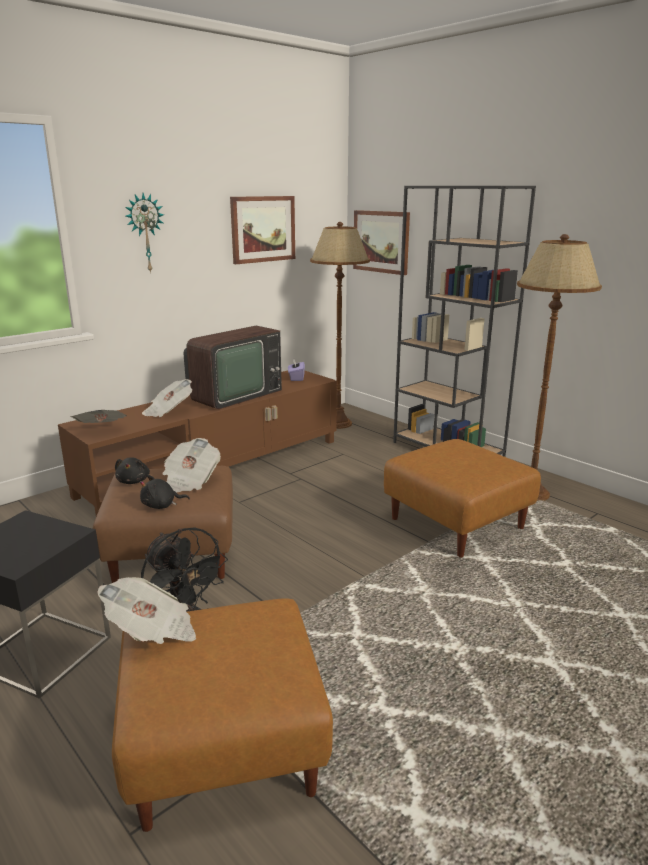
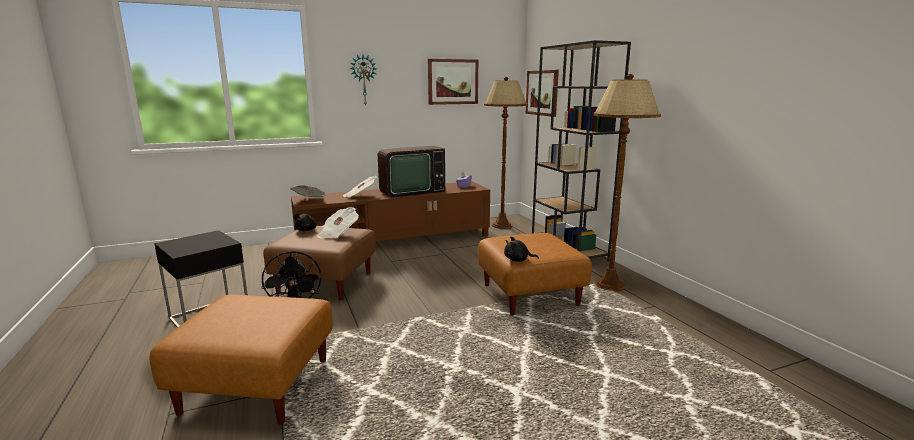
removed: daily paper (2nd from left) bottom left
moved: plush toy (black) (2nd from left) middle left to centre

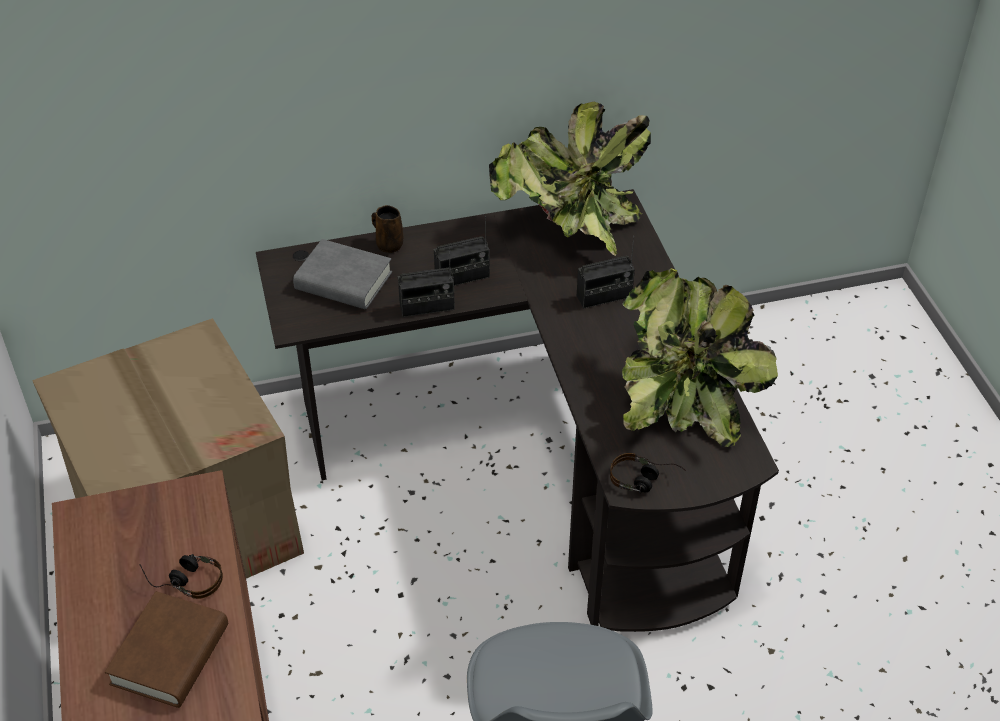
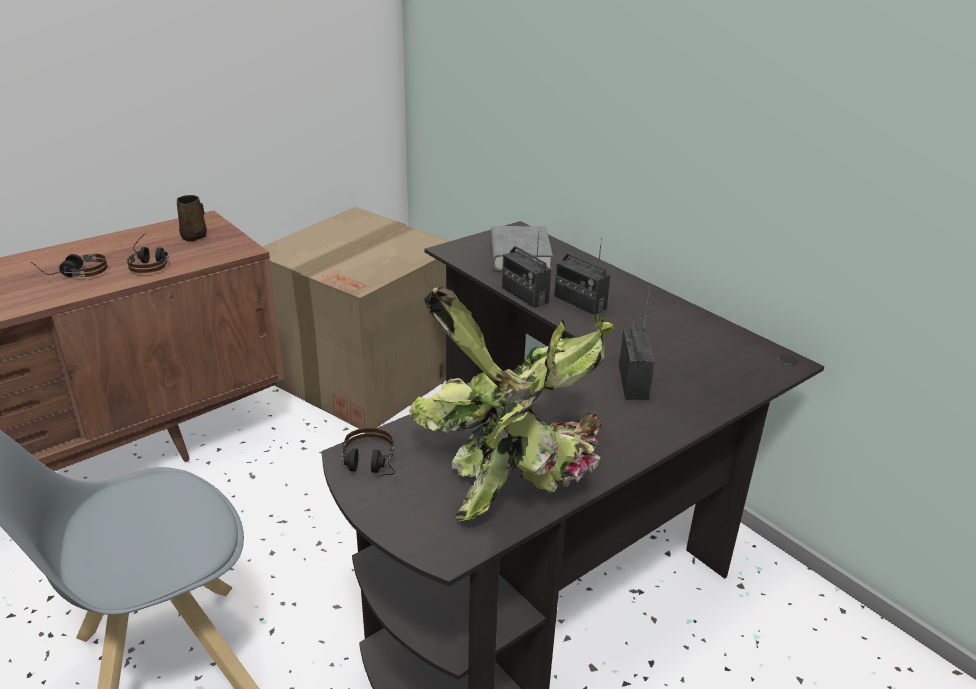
removed: plant in a pot (1st from left) top centre
moved: coffee mug (brownish) top centre to top left
replaced: volume (brownish) bottom left to headphones (1st from left) middle left
turned: radio receiver (3rd from left) centre = centre 135 degrees counterclockwise

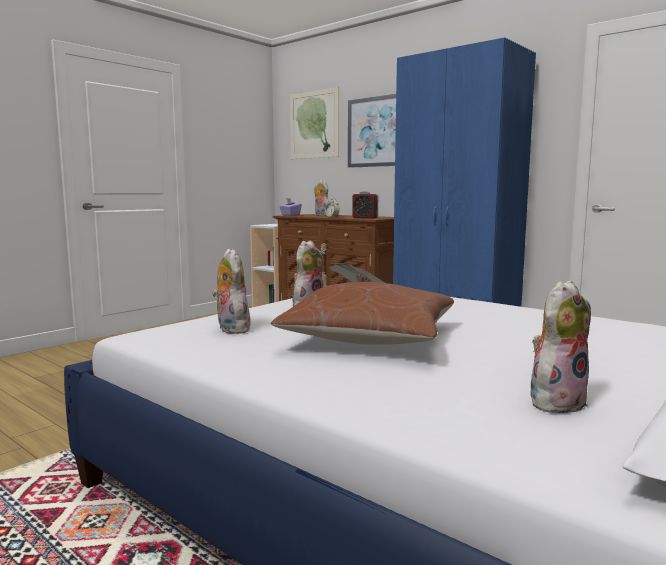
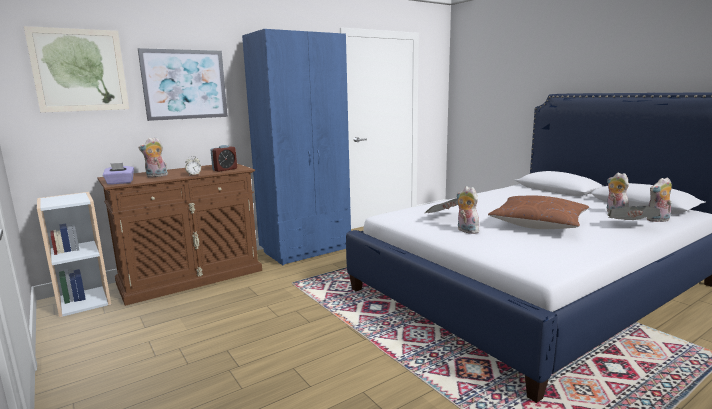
added: daily paper (2nd from left) middle right
moved: plush toy (1st from left in the first image) centre to plush toy (4th from left) middle right

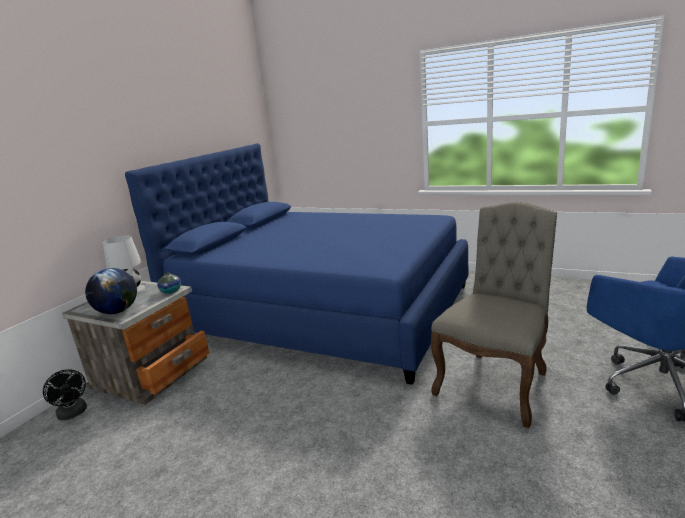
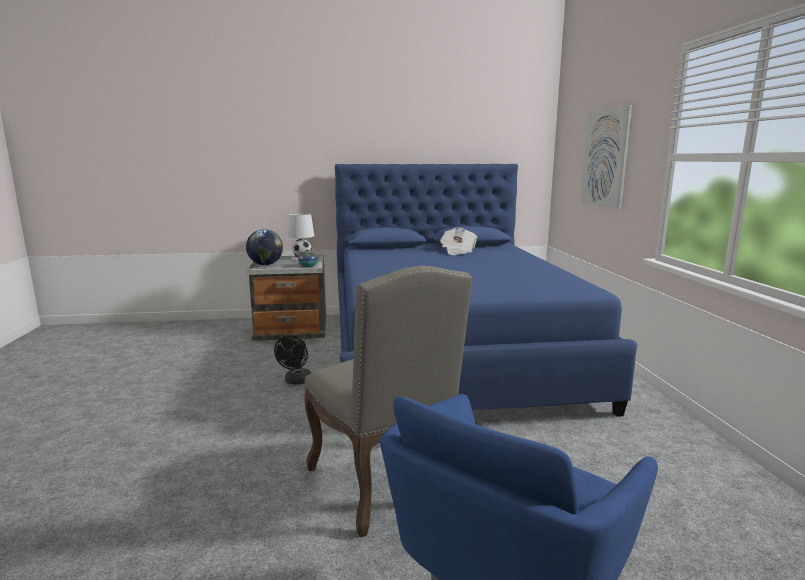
added: daily paper centre; picture top right
moved: cooling fan (black) bottom left to centre
turned: plain chair (gray) middle right = bottom centre 60 degrees clockwise

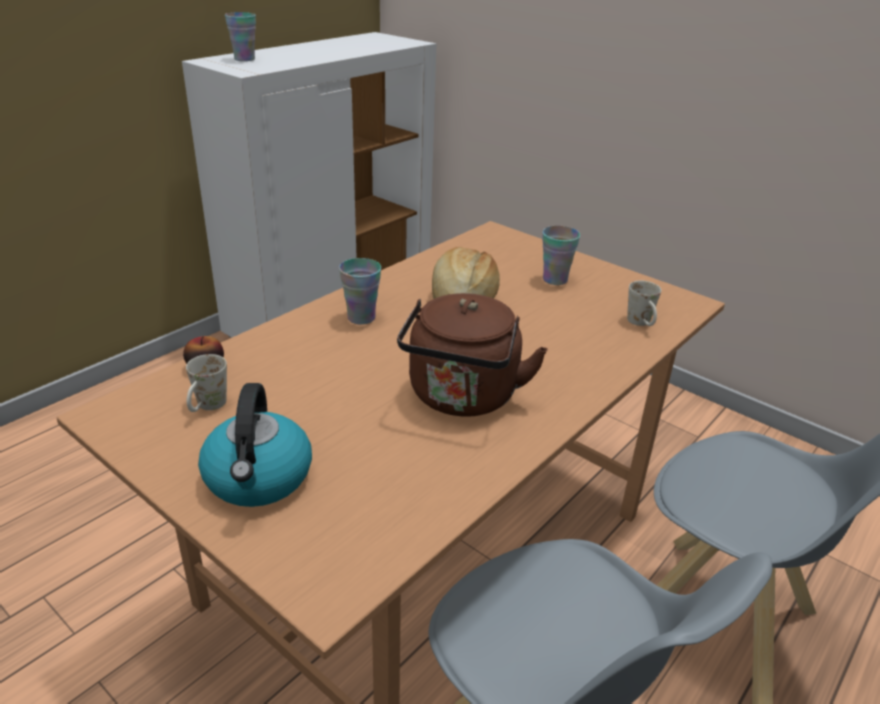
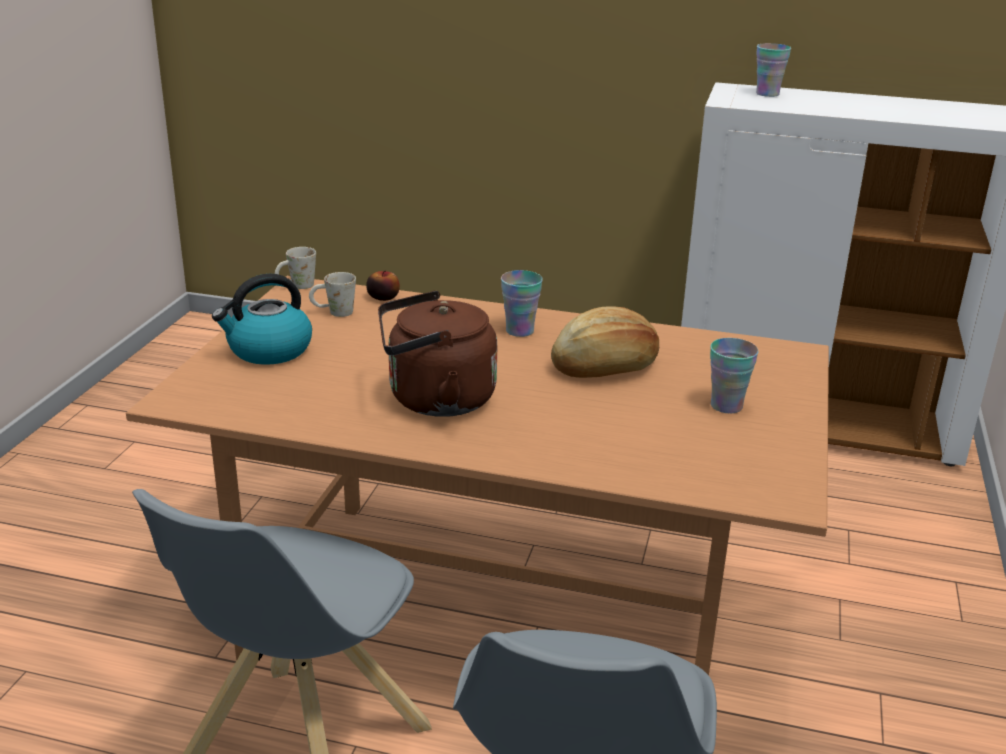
moved: coffee mug (white-coloured) (2nd from left in the first image) middle right to coffee mug (white-coloured) (1st from left) middle left

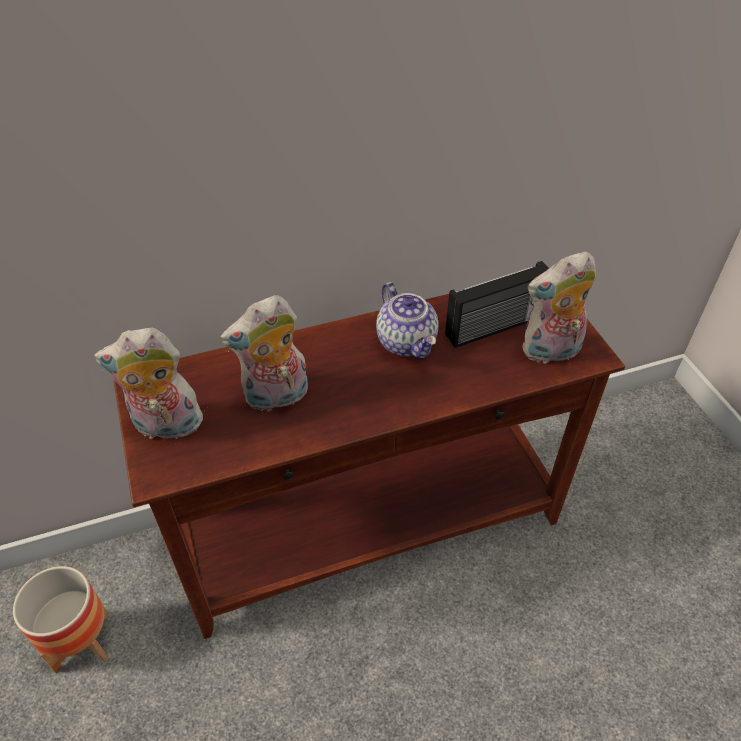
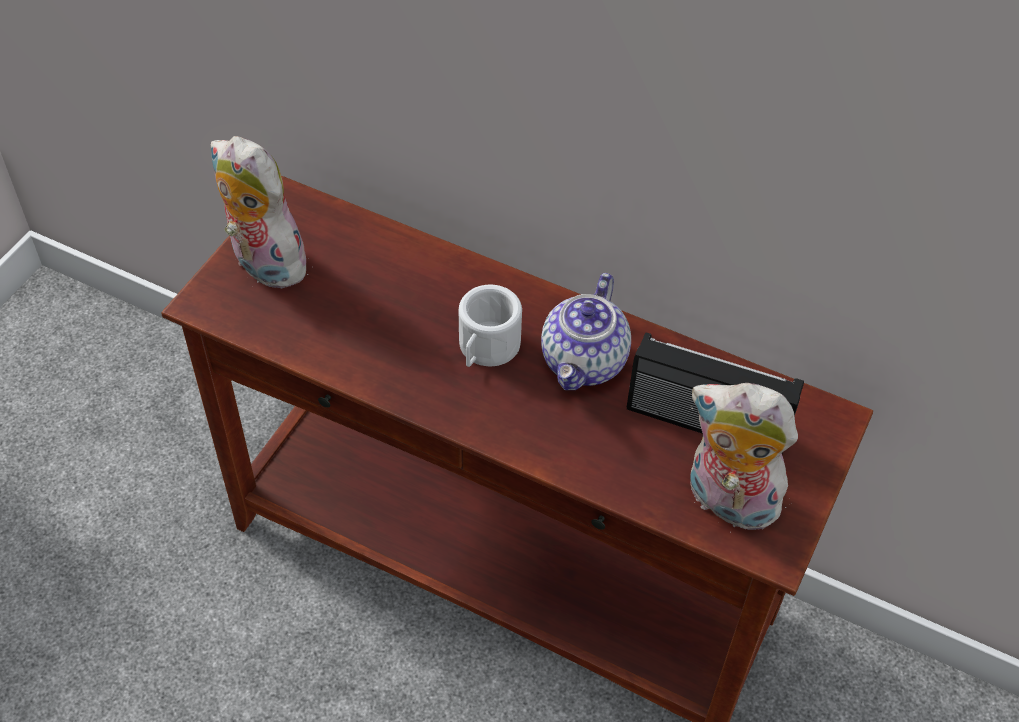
removed: plant pot bottom left; plush toy (2nd from left) centre
added: coffee mug (white-coloured) centre

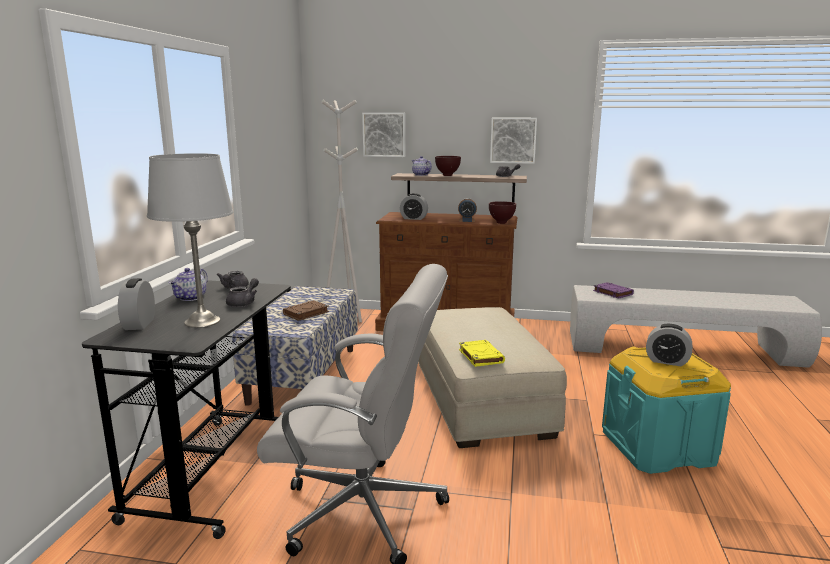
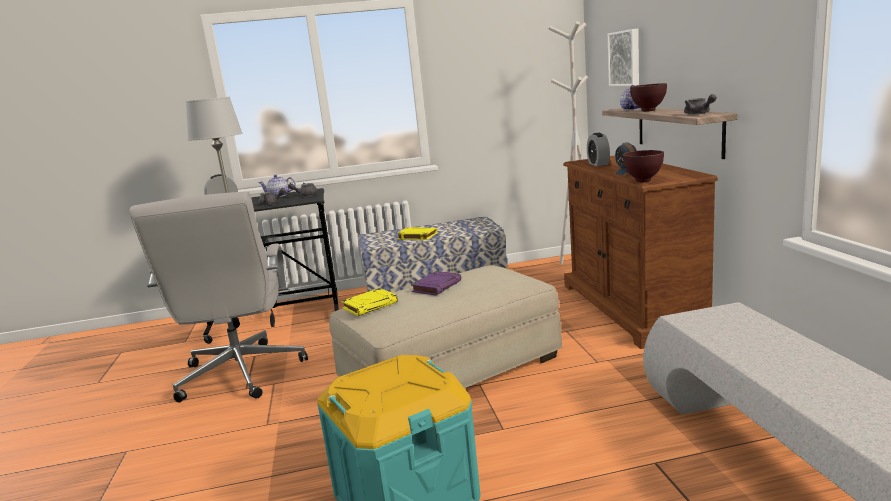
removed: picture (2nd from left) top centre; alarm clock (4th from left) middle right
moved: volume (purple-coloured) middle right to centre
recoloured: volume (brownish) centre to volume (yellow-coloured) (2nd from left) centre

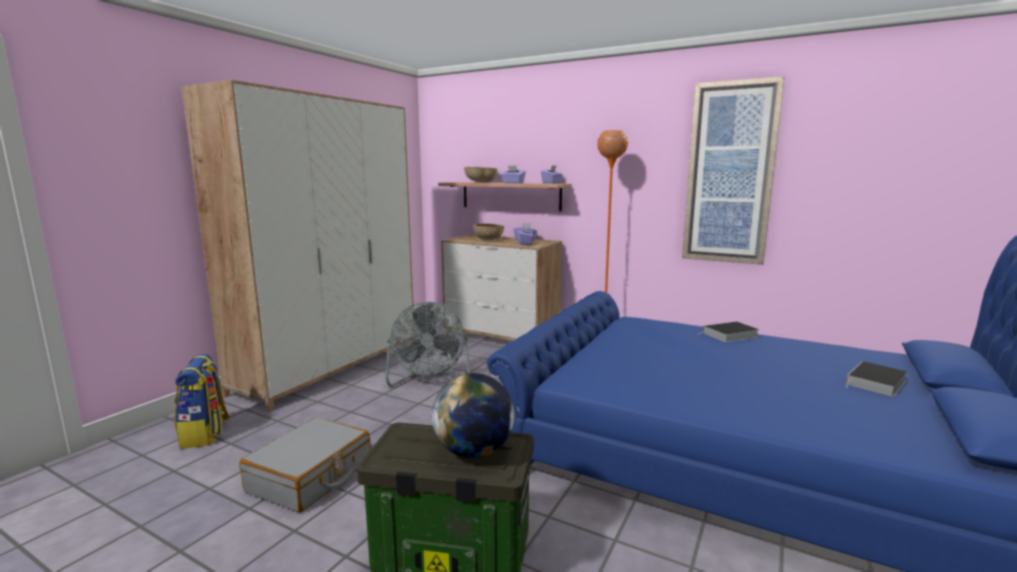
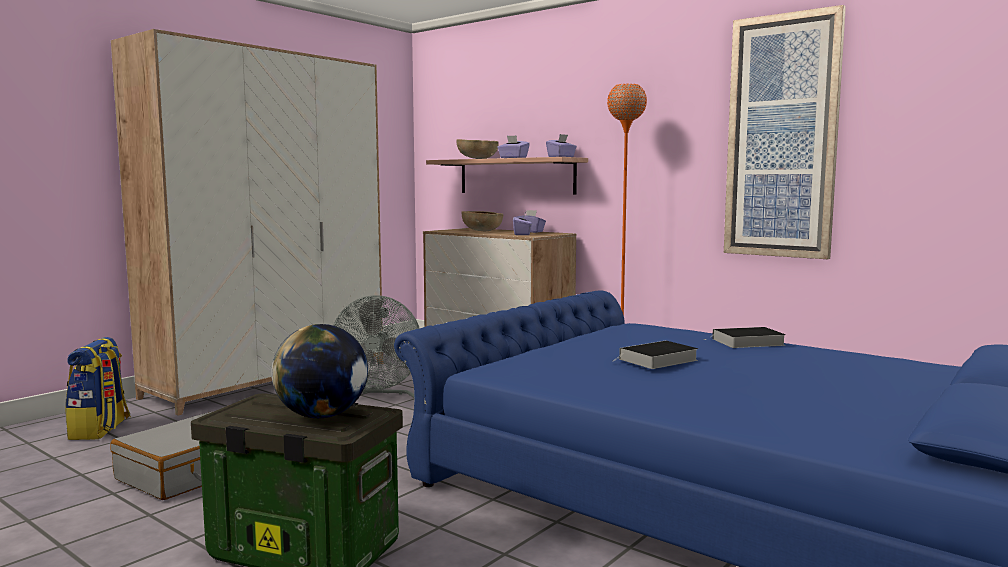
moved: volume (2nd from left in the first image) middle right to volume (1st from left) centre

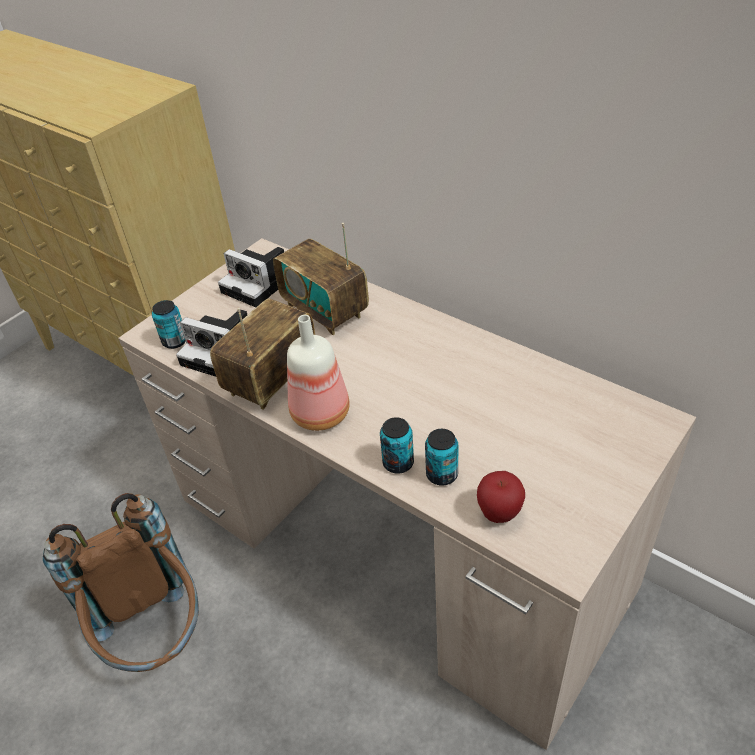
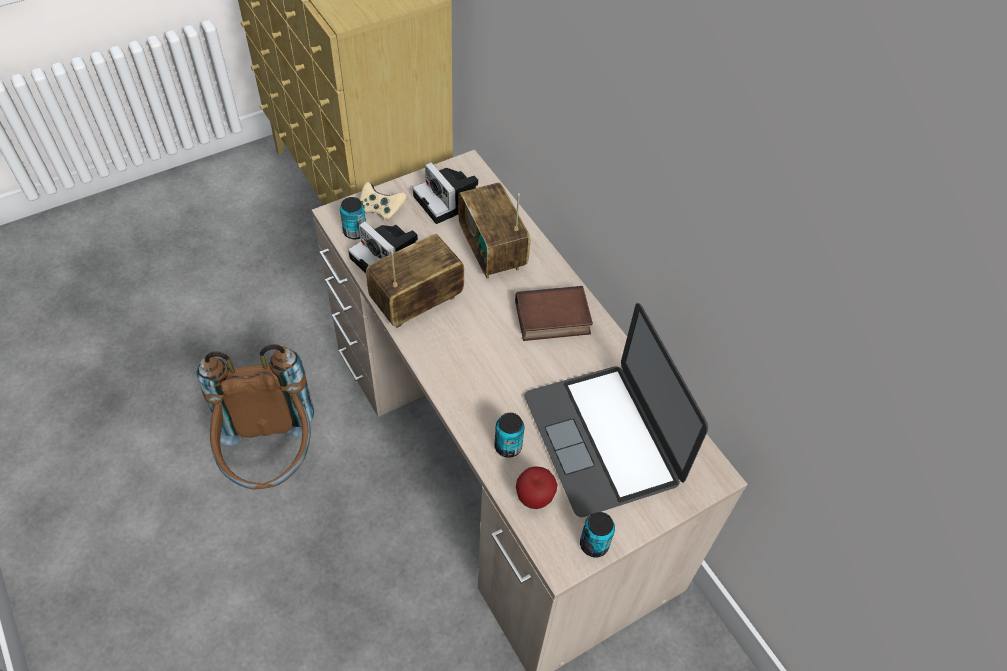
removed: beverage bottle centre
added: joypad (sand-coloured) top centre; volume centre; portable computer centre
moved: metal can (2nd from left in the first image) centre to metal can (3rd from left) bottom centre

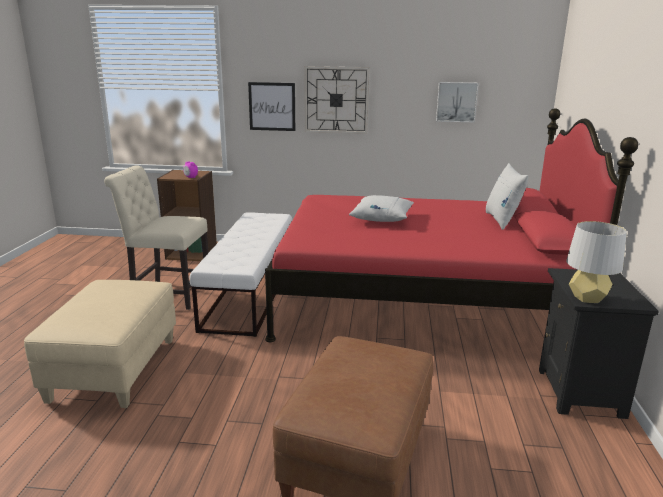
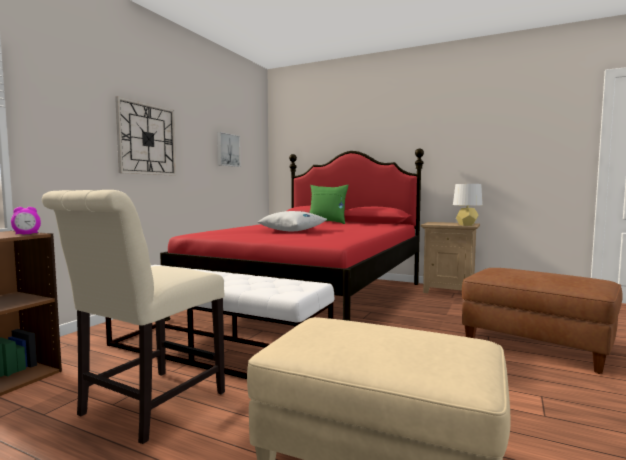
removed: picture (1st from left) top centre
recoloured: pillow (gray) (2nd from left) middle right to pillow (green) centre; bedside table (black) bottom right to bedside table (sand-coloured) middle right

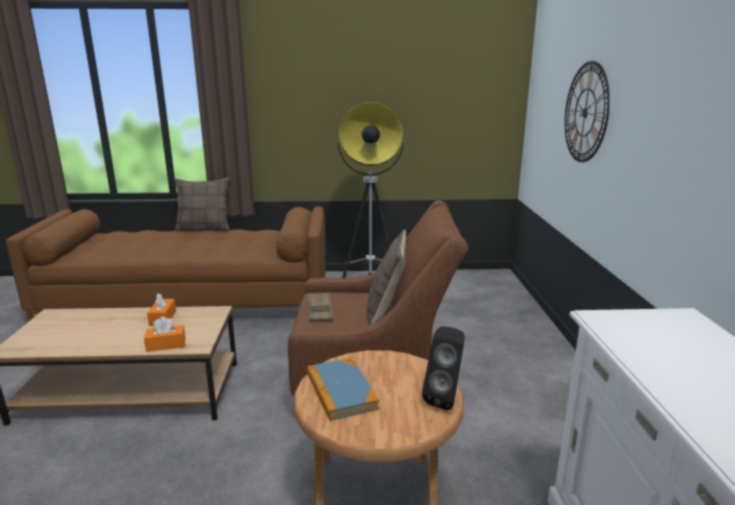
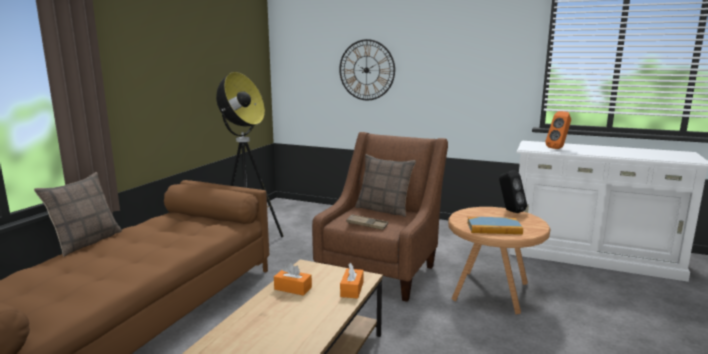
added: speaker (orange-coloured) middle right

